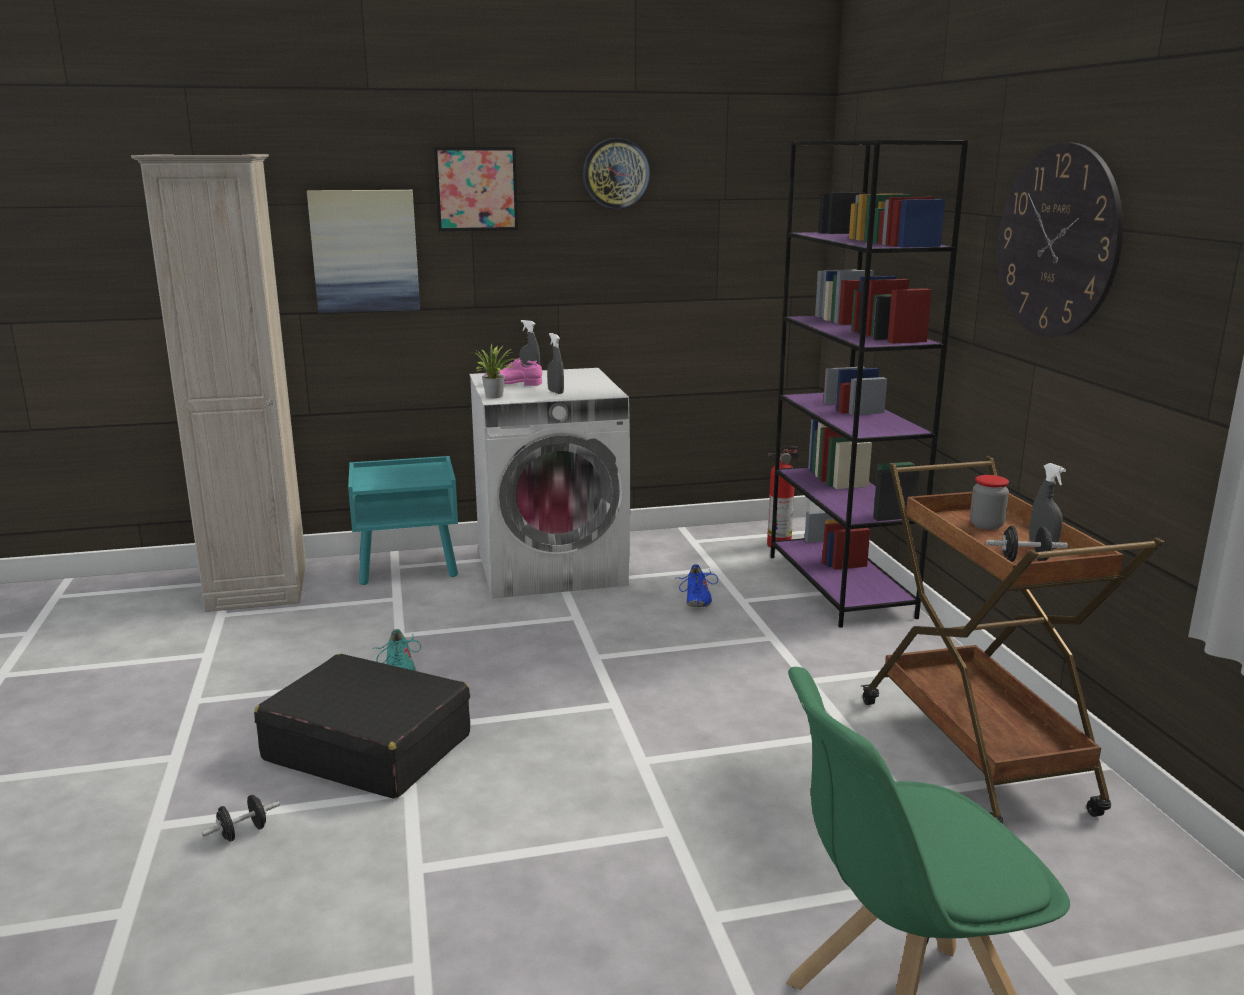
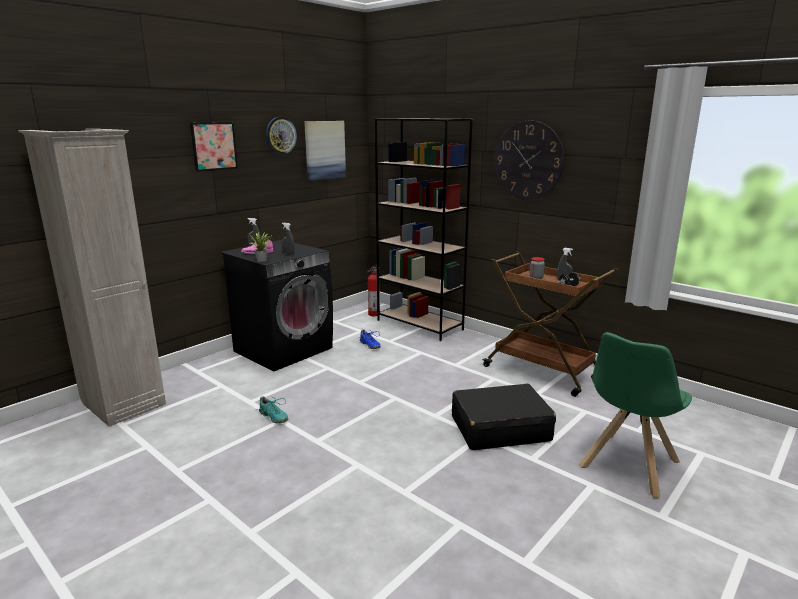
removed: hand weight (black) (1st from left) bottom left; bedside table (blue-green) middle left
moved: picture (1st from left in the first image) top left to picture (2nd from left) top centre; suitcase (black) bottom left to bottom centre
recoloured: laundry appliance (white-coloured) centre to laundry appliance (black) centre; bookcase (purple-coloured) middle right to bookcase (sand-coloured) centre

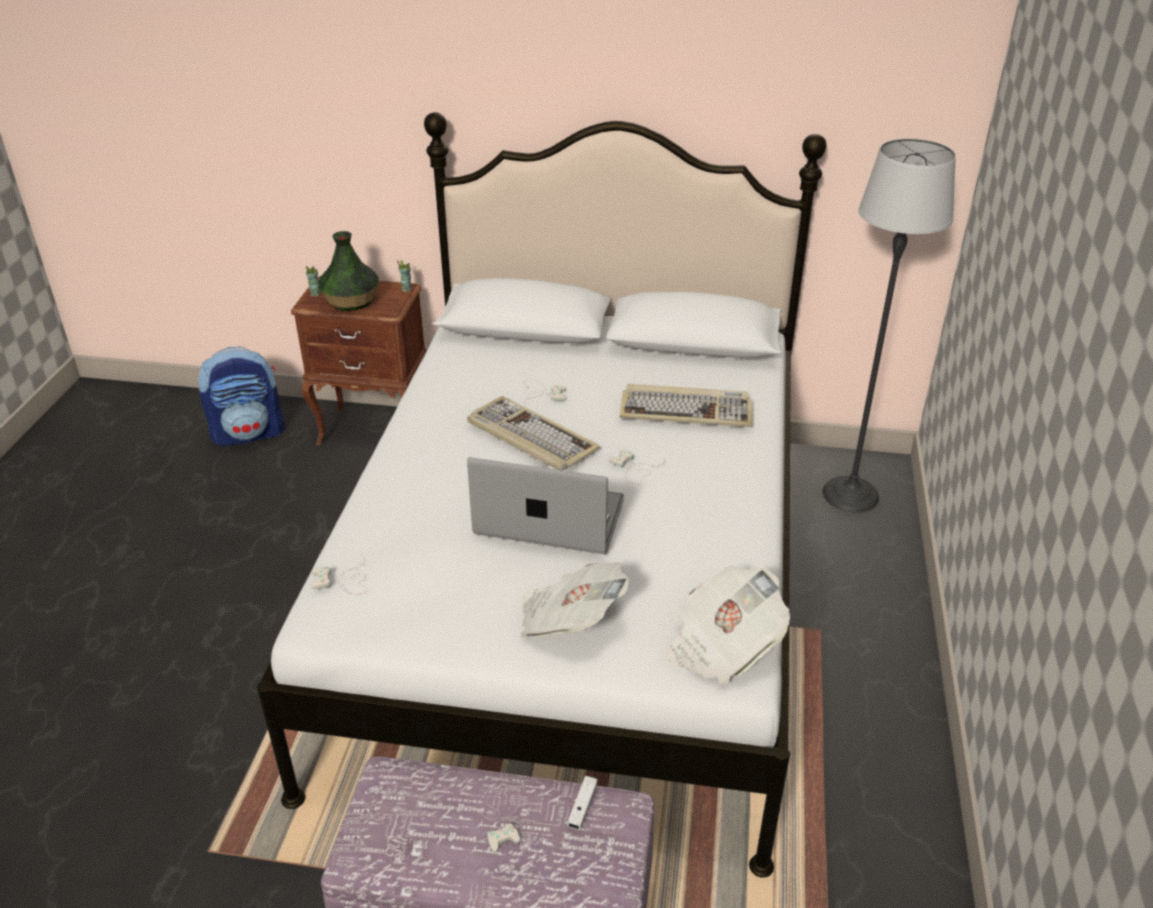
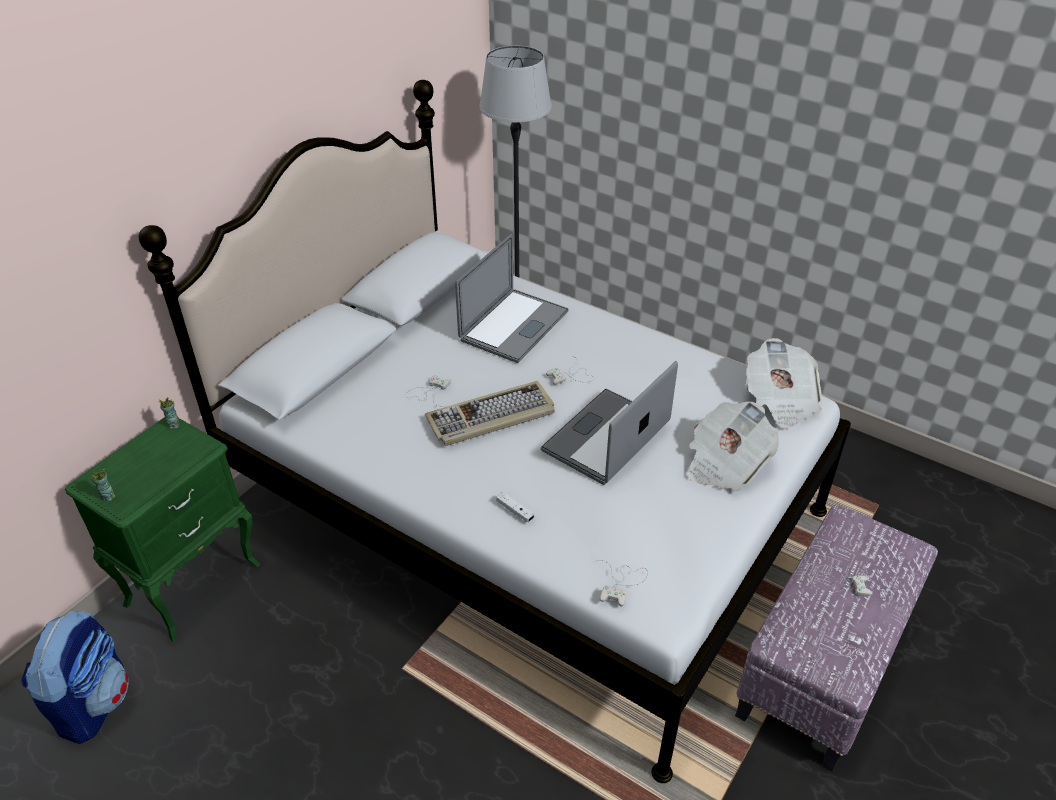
removed: flower vase top left
moved: joypad (white-coloured) (4th from left in the first image) bottom centre to joypad (white-coloured) (2nd from left) centre
replaced: PC keyboard (2nd from left) centre to portable computer (1st from left) centre
recoloured: bedside table (brownish) middle left to bedside table (green) middle left

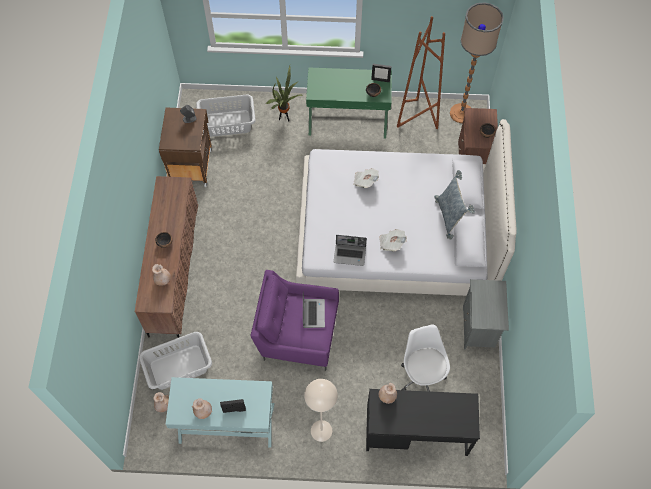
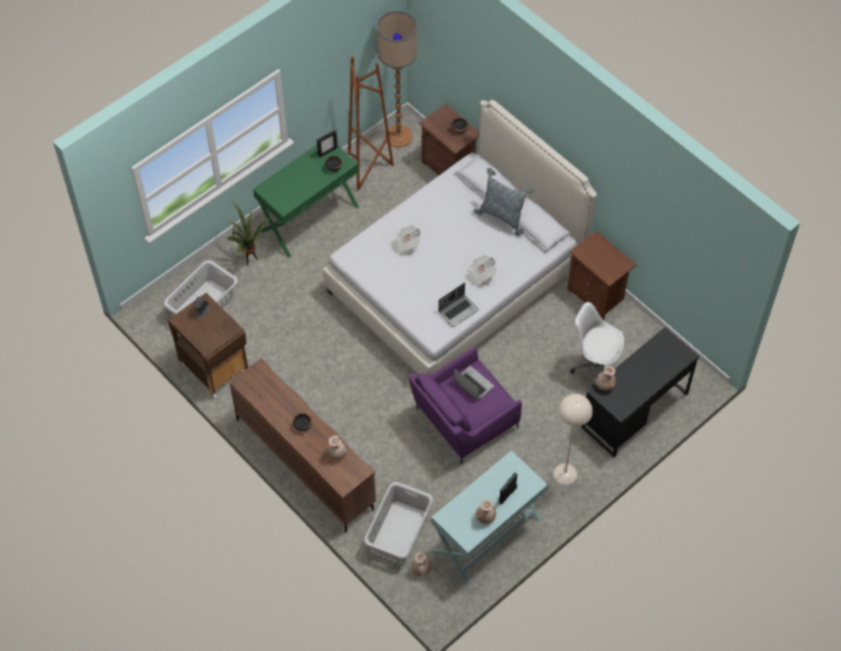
recoloured: bedside table (gray) middle right to bedside table (brownish) (2nd from left) middle right

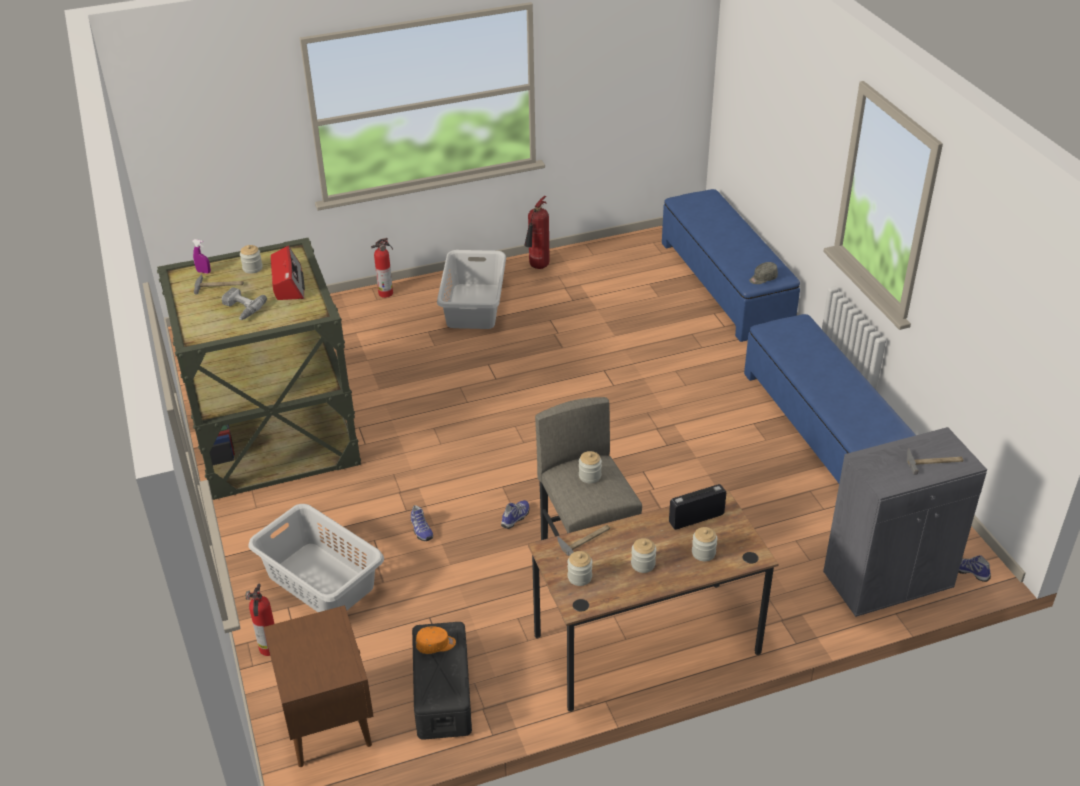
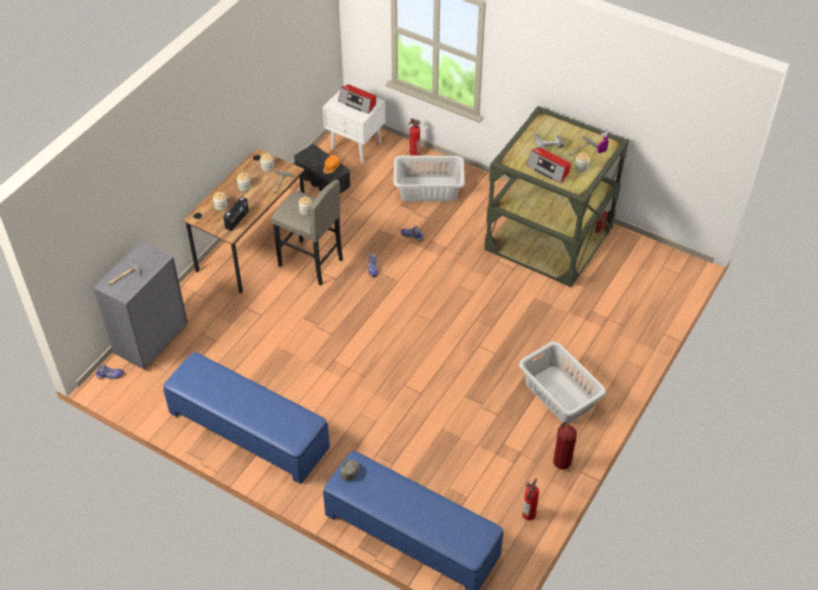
added: radio receiver (2nd from left) top centre
moved: fire-fighting cylinder (2nd from left) centre to bottom centre
recoloured: bedside table (brownish) bottom left to bedside table (white-coloured) top centre

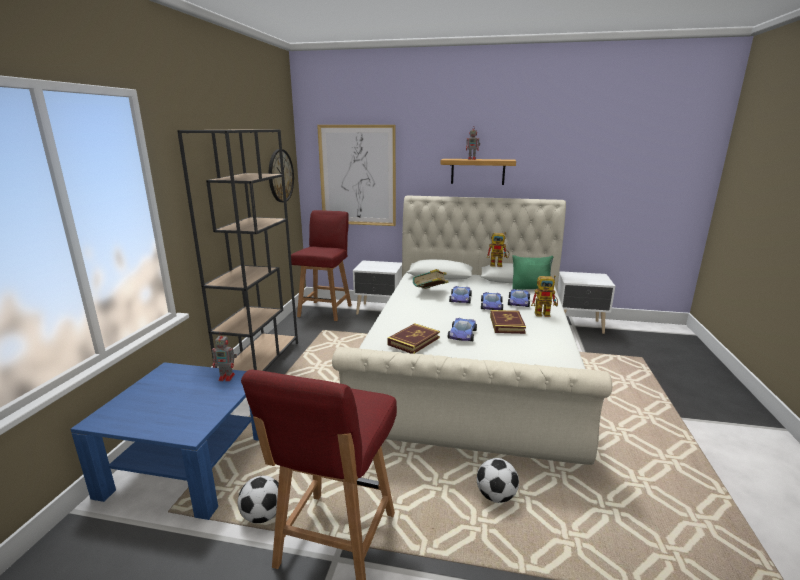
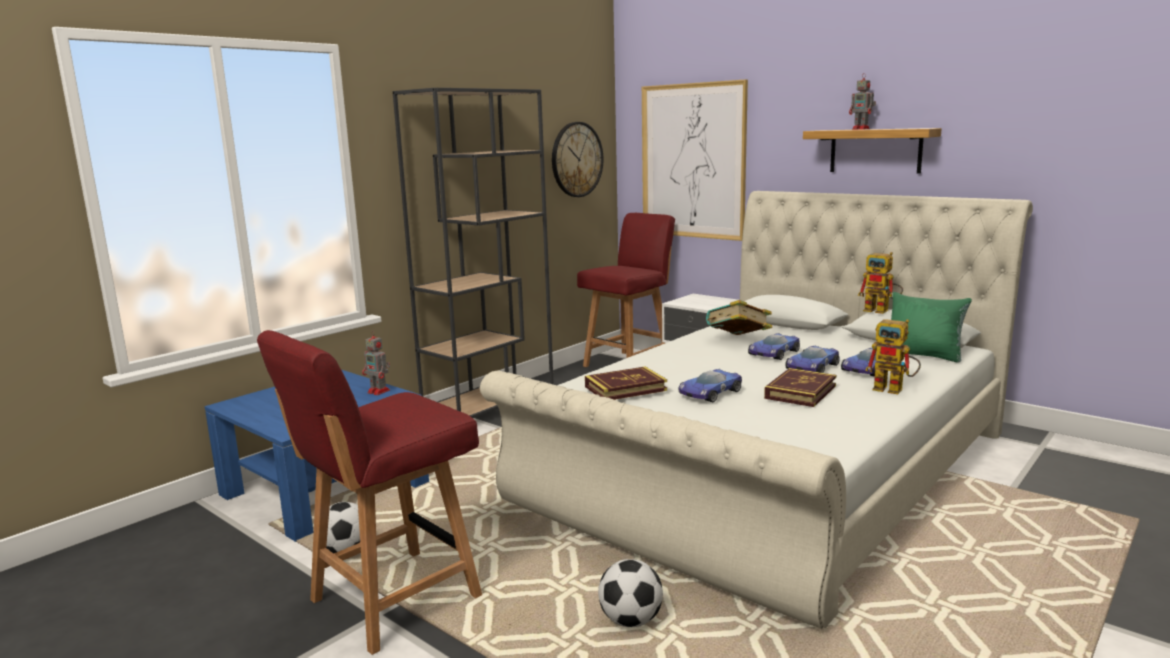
removed: bedside table (white-coloured) (2nd from left) middle right

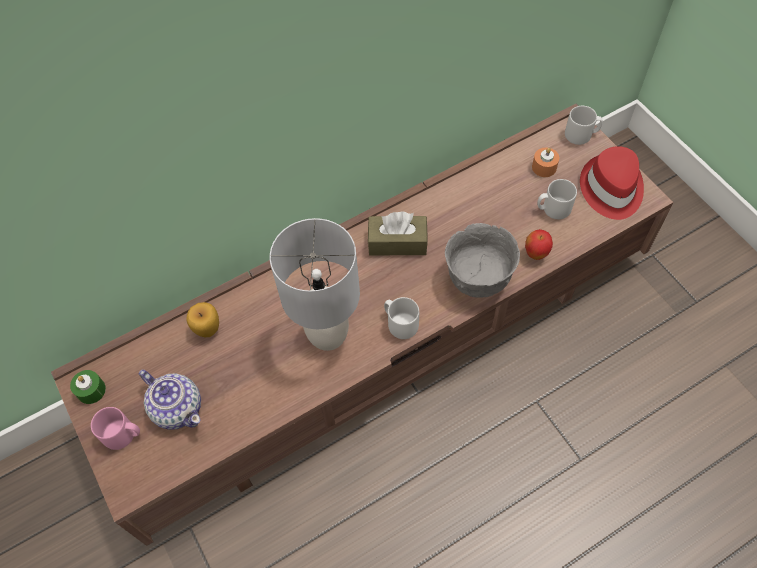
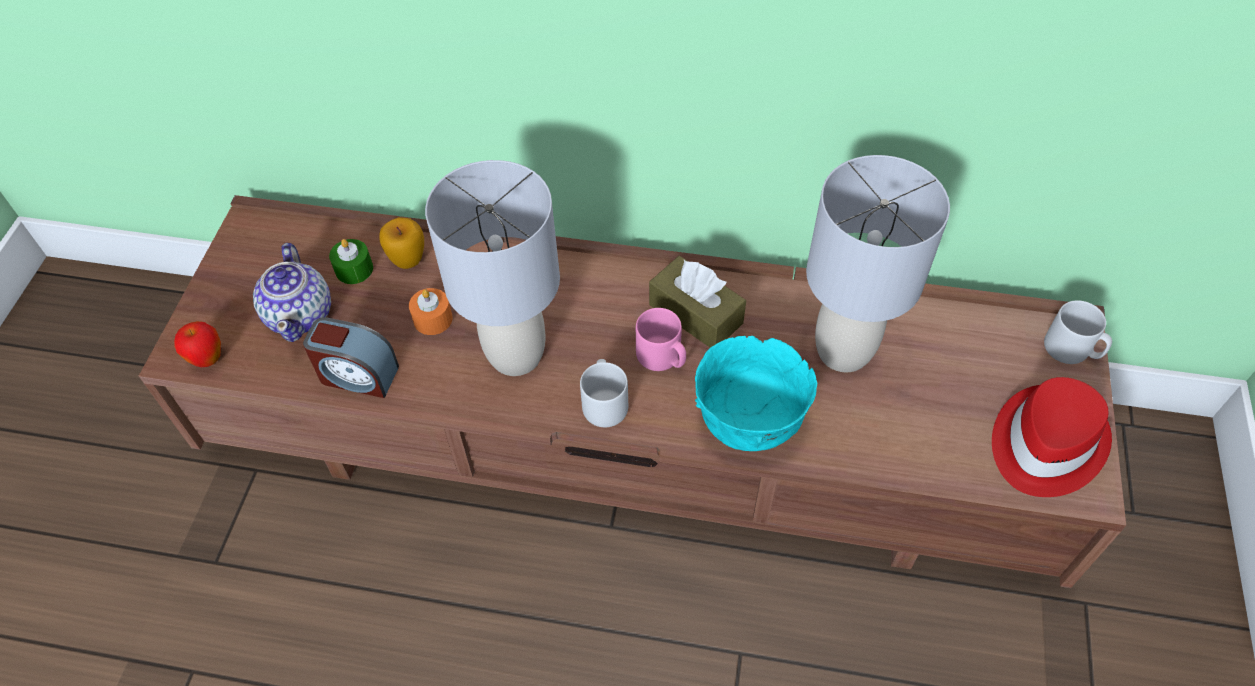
removed: coffee mug (gray) (2nd from left) middle right
added: alarm clock middle left; lamp for a table (gray) (2nd from left) middle right
moved: apple (2nd from left in the first image) middle right to apple (1st from left) middle left; wax candle (green) bottom left to middle left; wax candle (orange-coloured) top right to centre; coffee mug (pink-coloured) bottom left to centre
recoloured: bowl (gray) centre to bowl (blue-green) centre

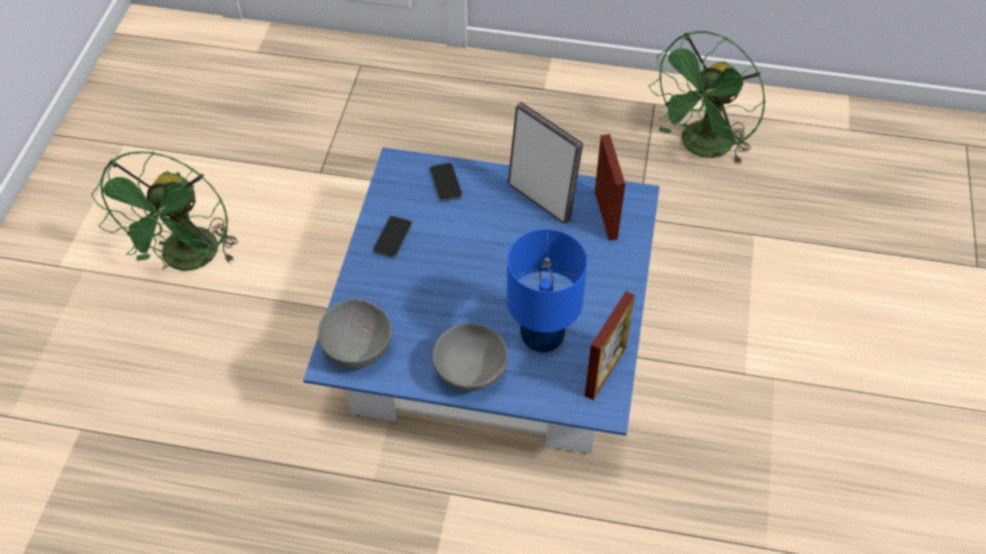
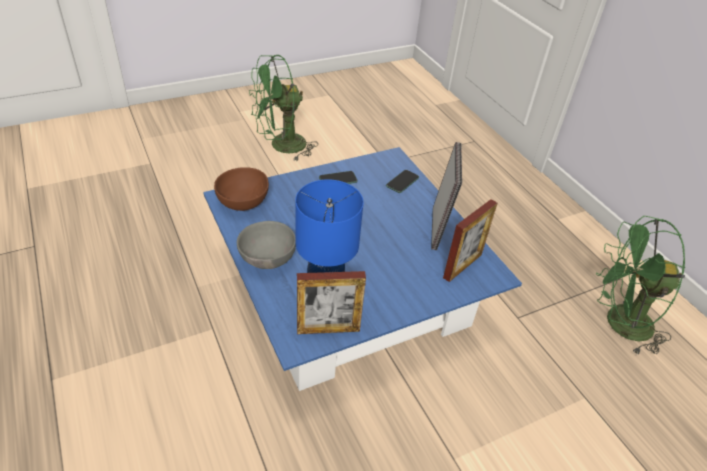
recoloured: bowl (gray) (1st from left) centre to bowl (brownish) centre

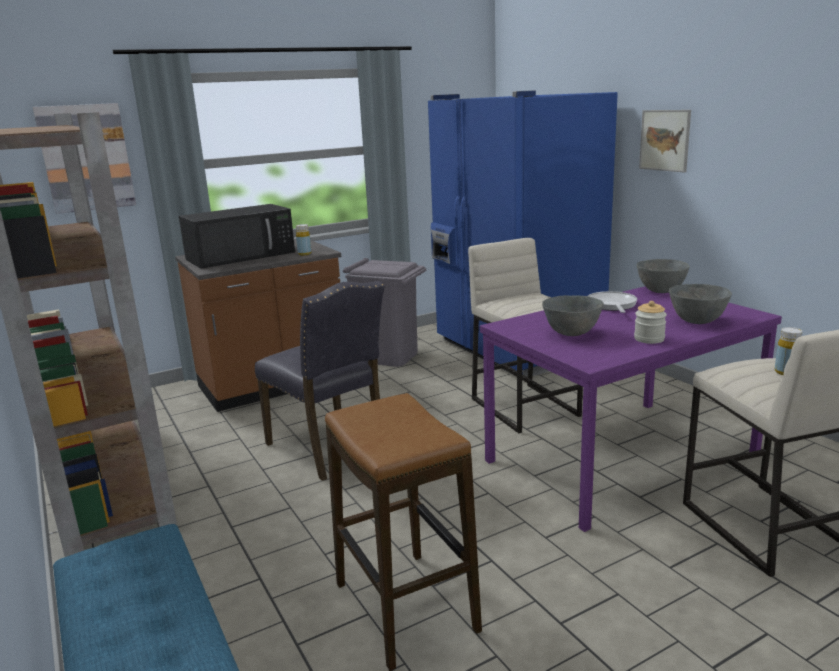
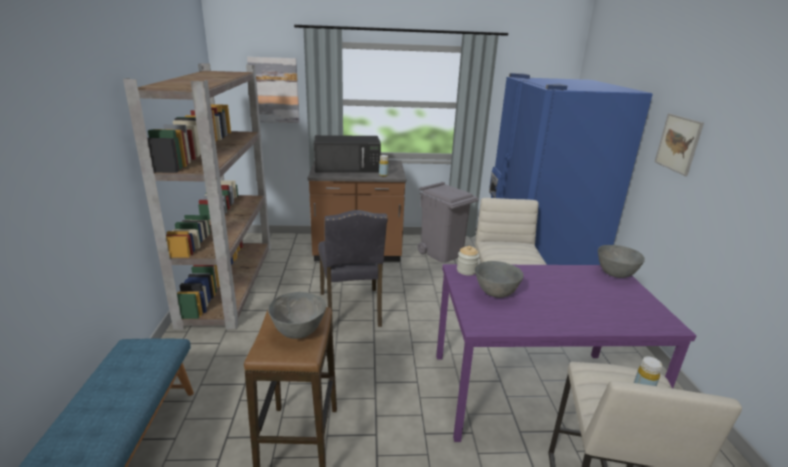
removed: pan middle right
moved: bowl (gray) (3rd from left in the first image) middle right to bowl (gray) (1st from left) bottom centre; storage jar middle right to centre

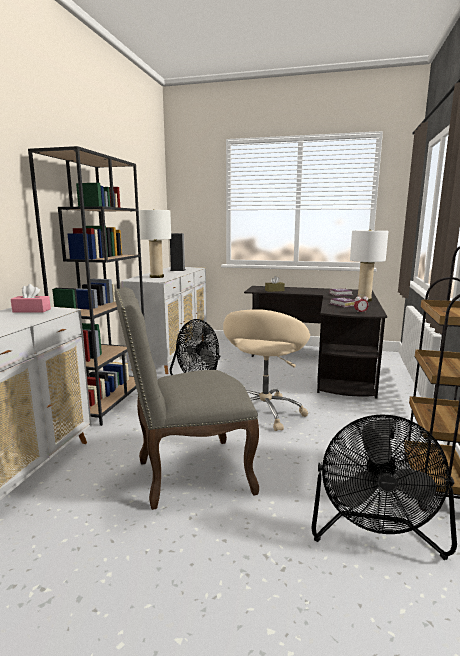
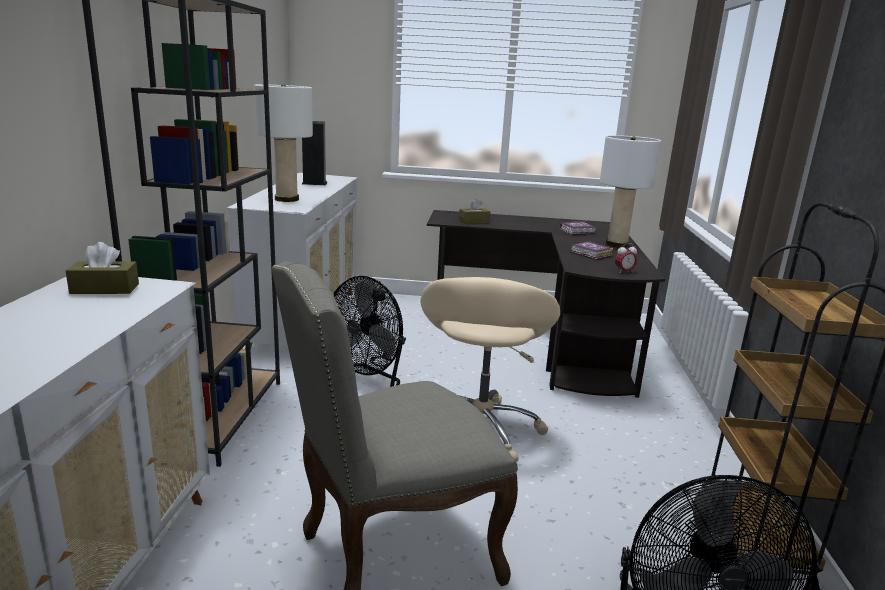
recoloured: box of tissues (pink-coloured) middle left to box of tissues (brownish) (1st from left) middle left

